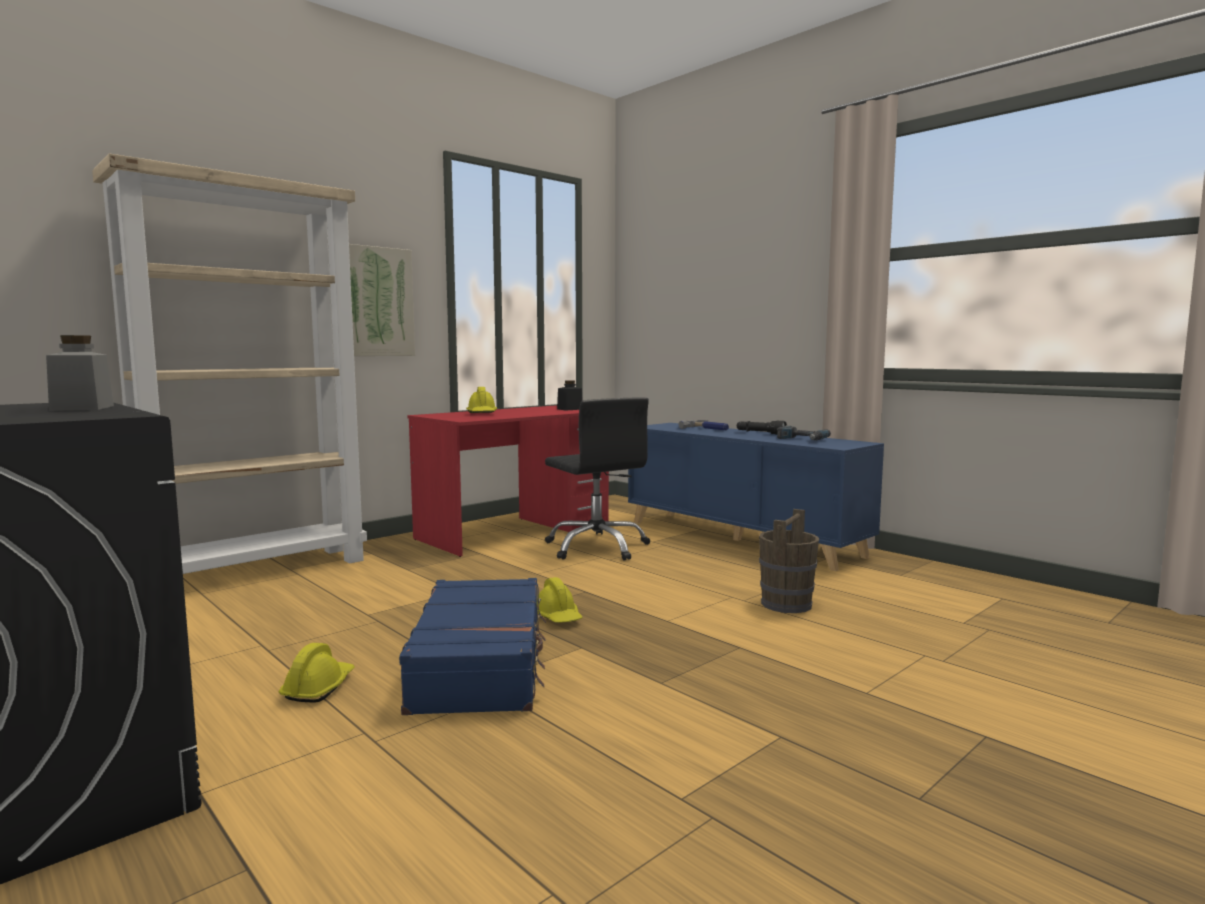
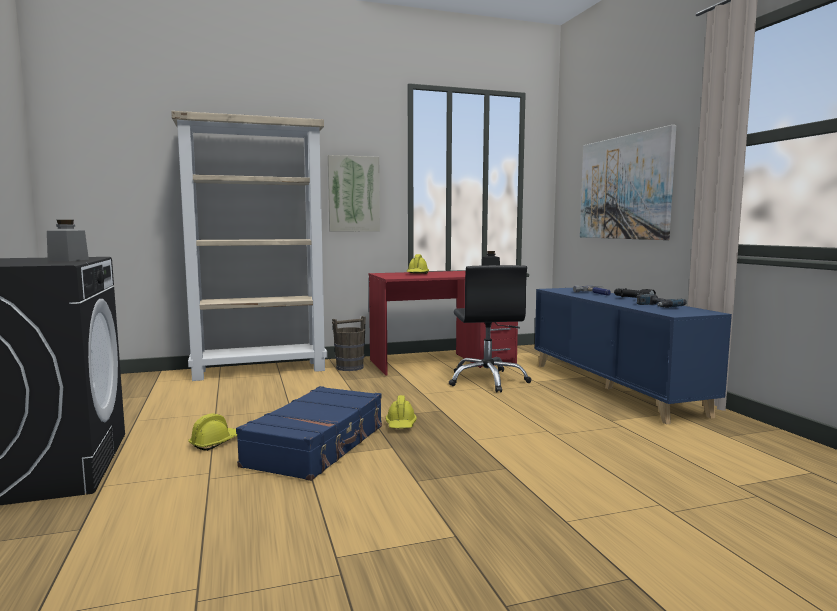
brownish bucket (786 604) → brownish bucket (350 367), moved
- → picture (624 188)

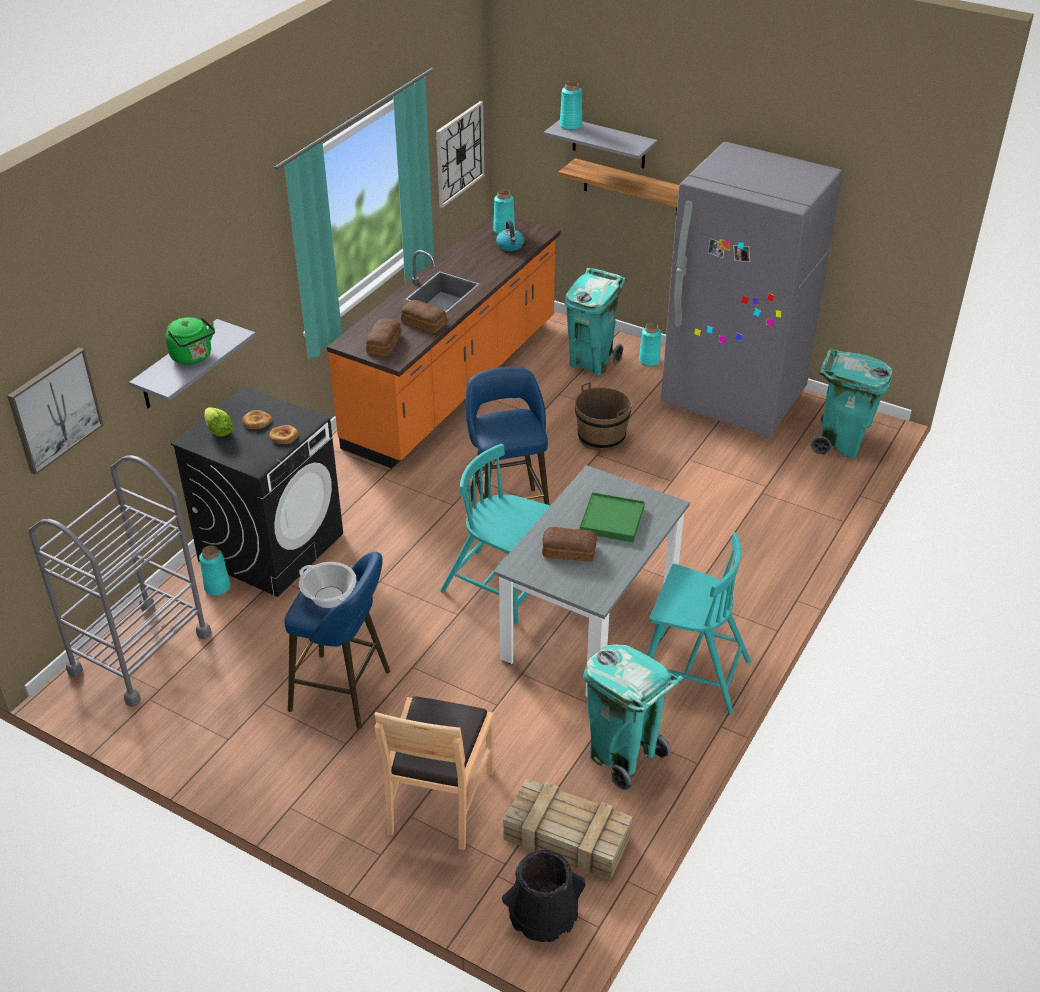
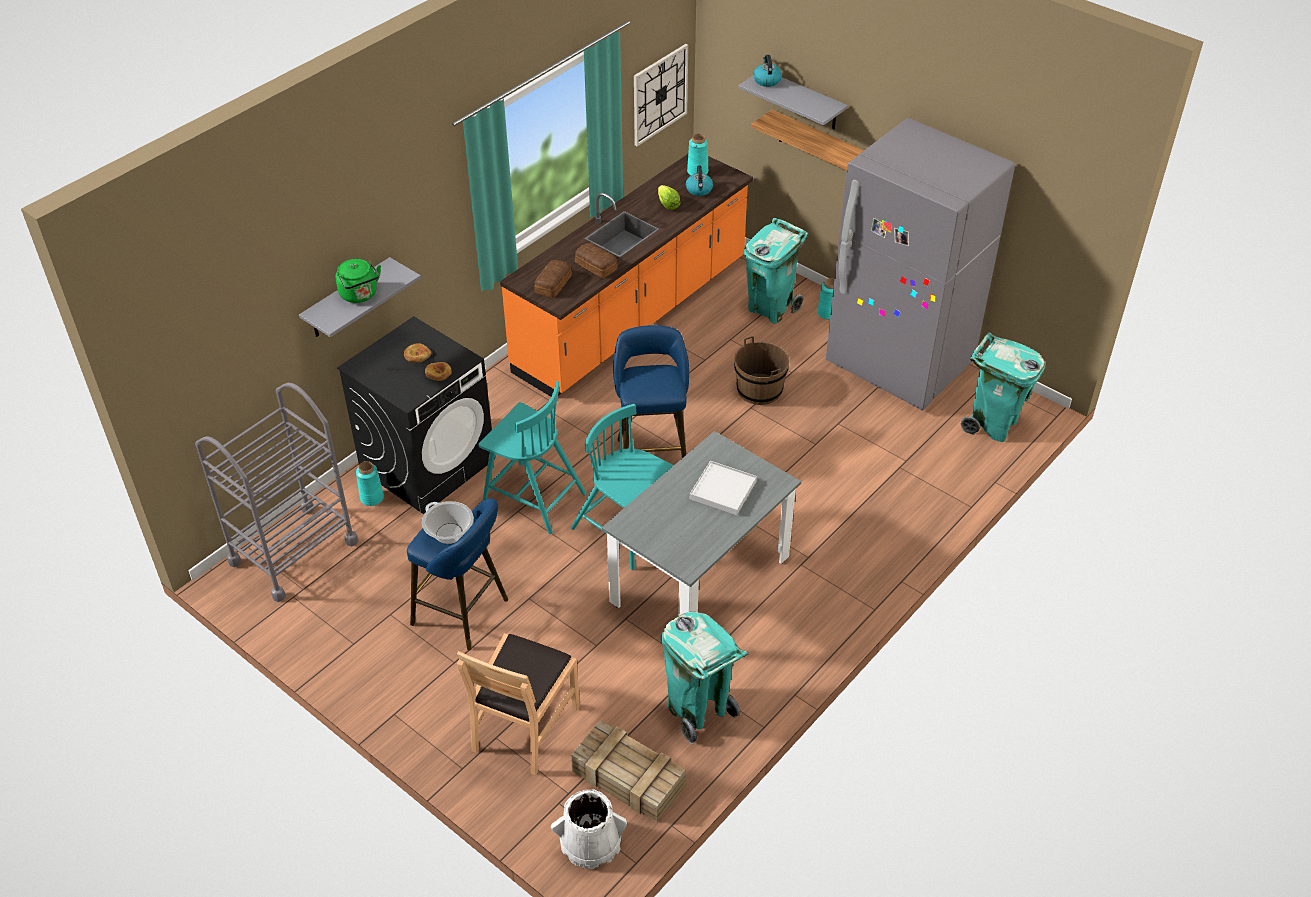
blue-green plain chair (692 673) → blue-green plain chair (532 497), moved
black bucket (542 912) → whitish bucket (590 842)
head of lettuce (218 430) → head of lettuce (667 205), moved
green-coloured tray (612 520) → whitish tray (723 490)
blue-green flower vase (570 125) → water kettle (767 80)
picture (54 409) → -
baked bread (568 550) → -

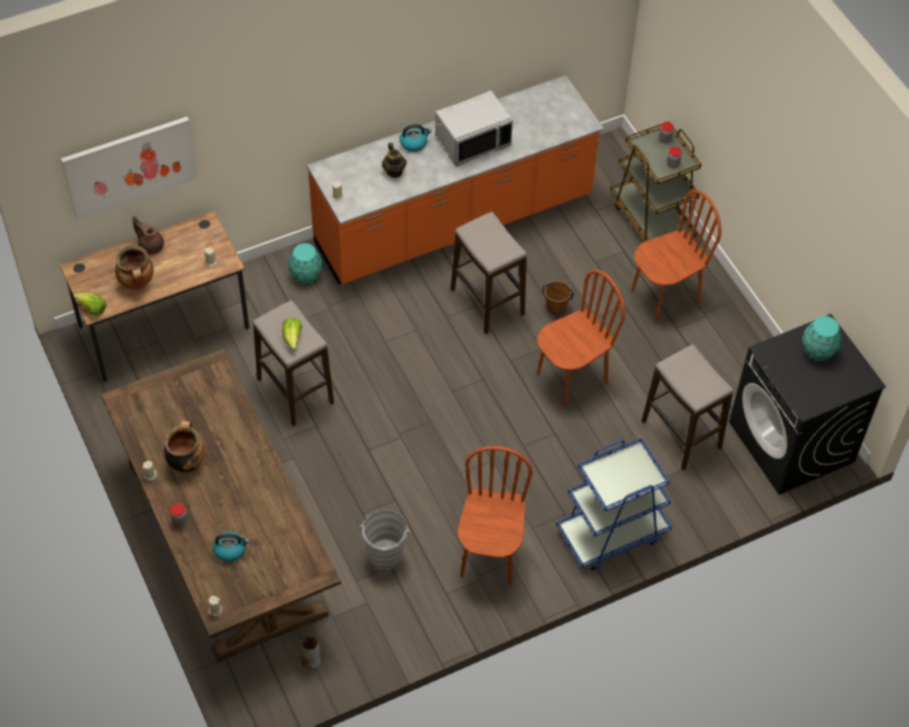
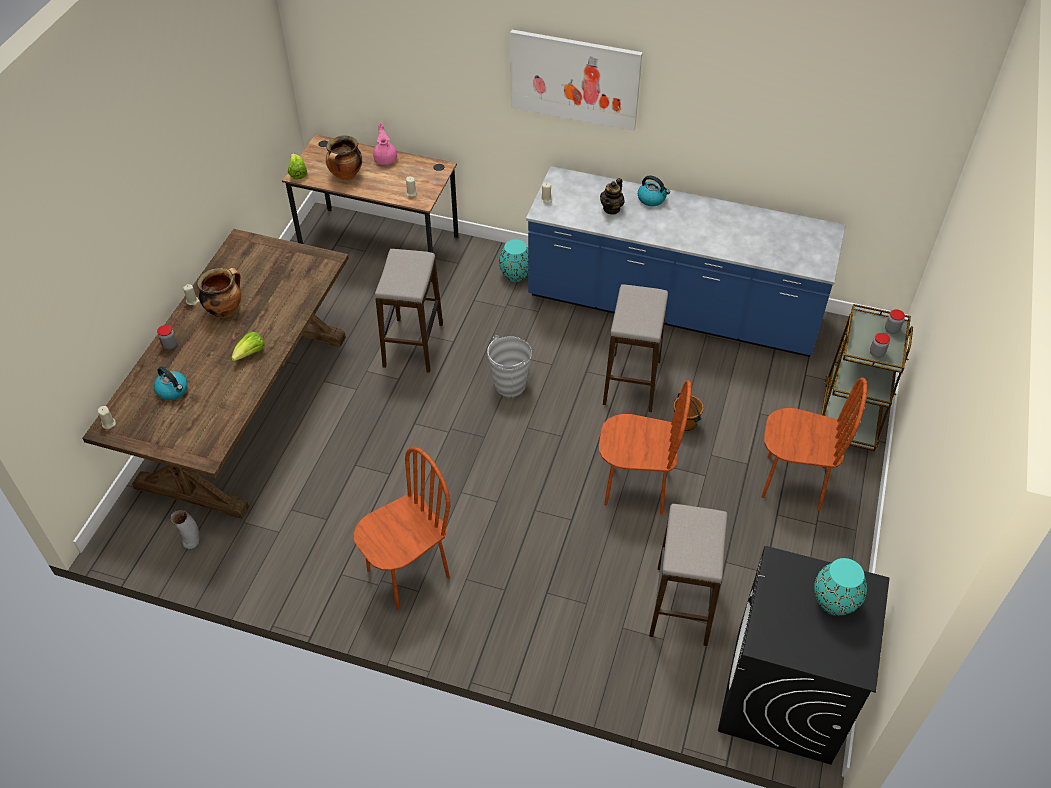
head of lettuce (292 338) → head of lettuce (250 354), moved
brownish teapot (150 245) → pink teapot (386 158)
gray bucket (385 555) → gray bucket (509 384), moved
picture (130 166) → picture (574 79), moved
orange-coloured kitchen base unit (454 222) → blue-coloured kitchen base unit (672 309)
gray microwave oven (472 141) → -
blue-coloured wheeled cart (612 533) → -

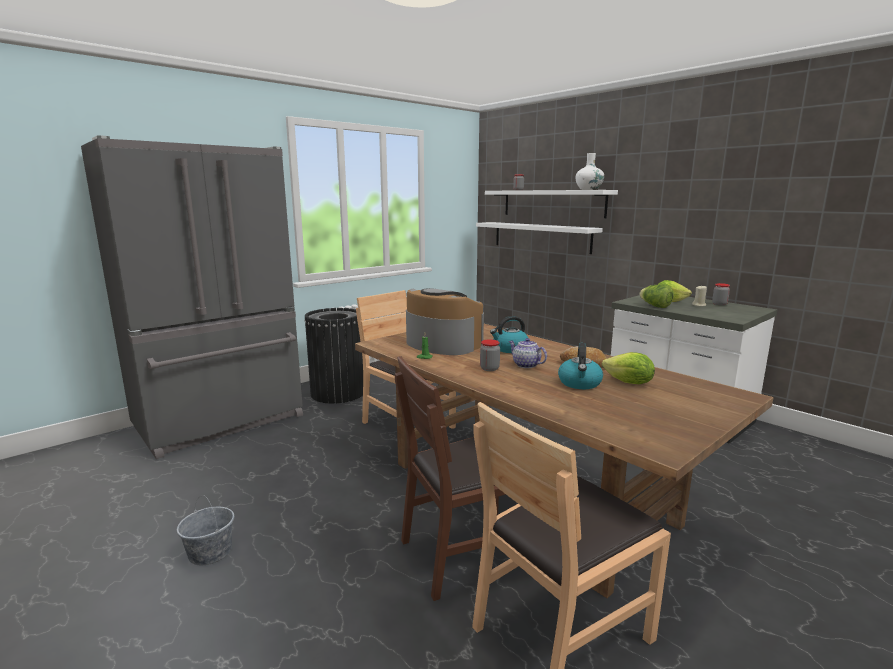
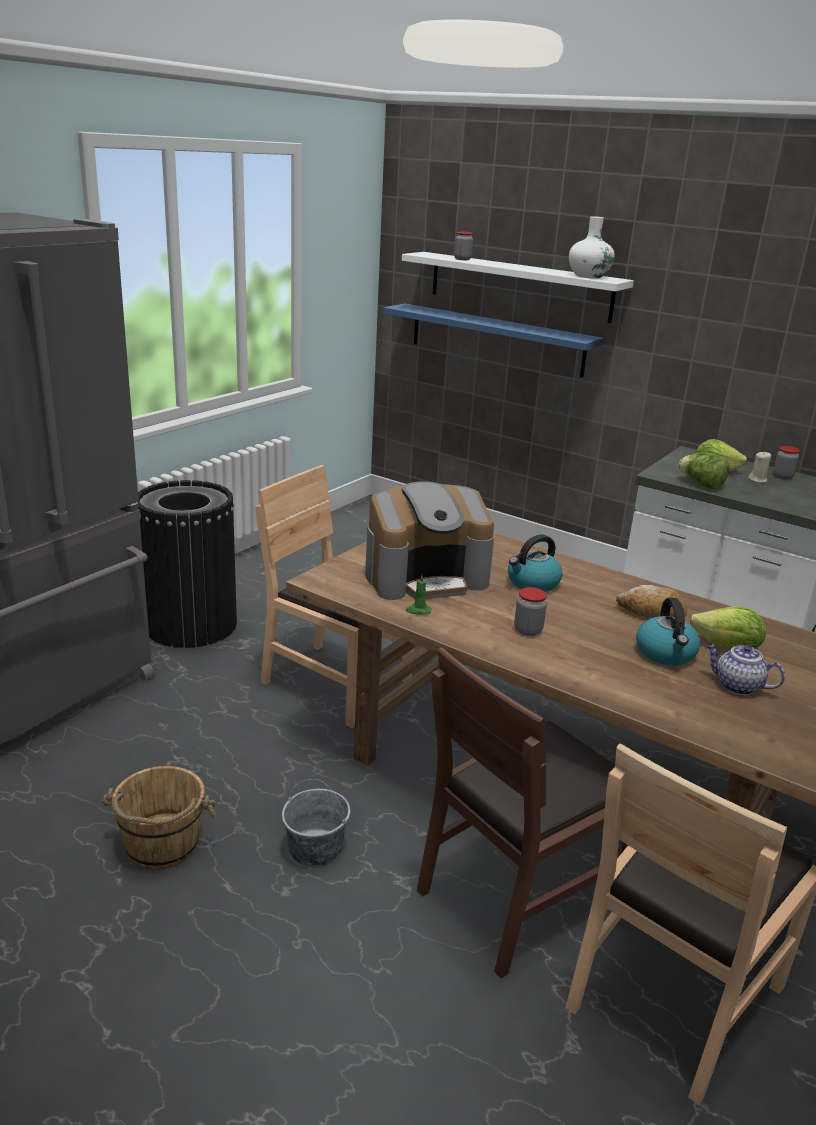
- → brownish bucket (161 845)
gray bucket (210 552) → gray bucket (315 848), moved
coffee maker (442 344) → coffee maker (426 577), 135 degrees clockwise
whitish shelf (541 237) → blue-coloured shelf (496 339)
teapot (525 365) → teapot (737 686), moved

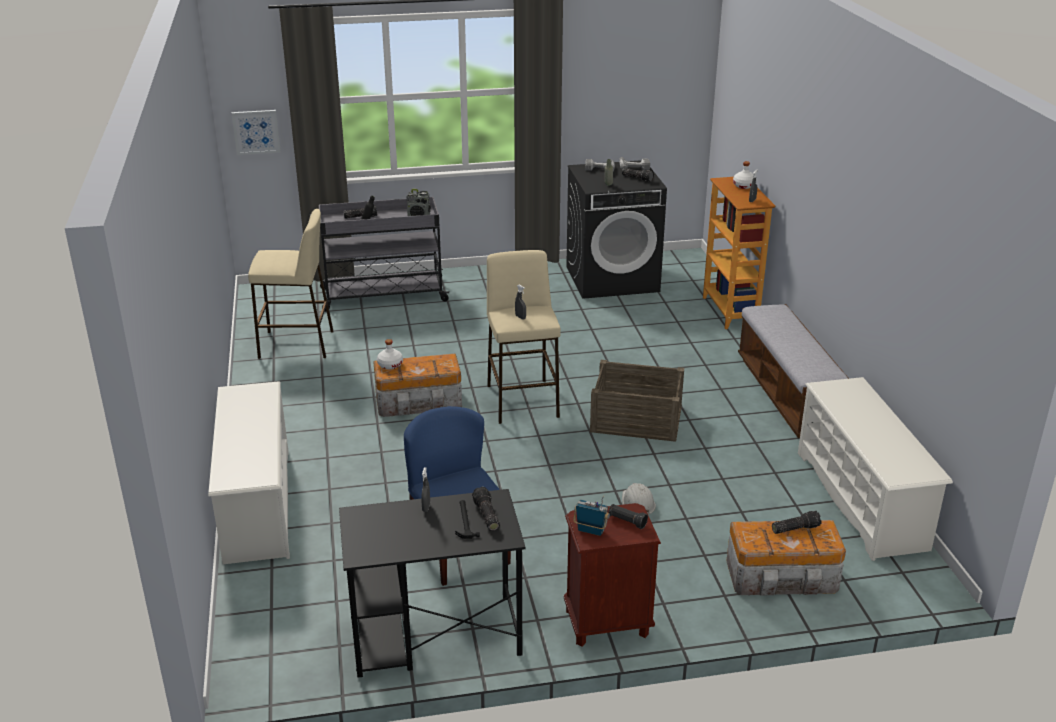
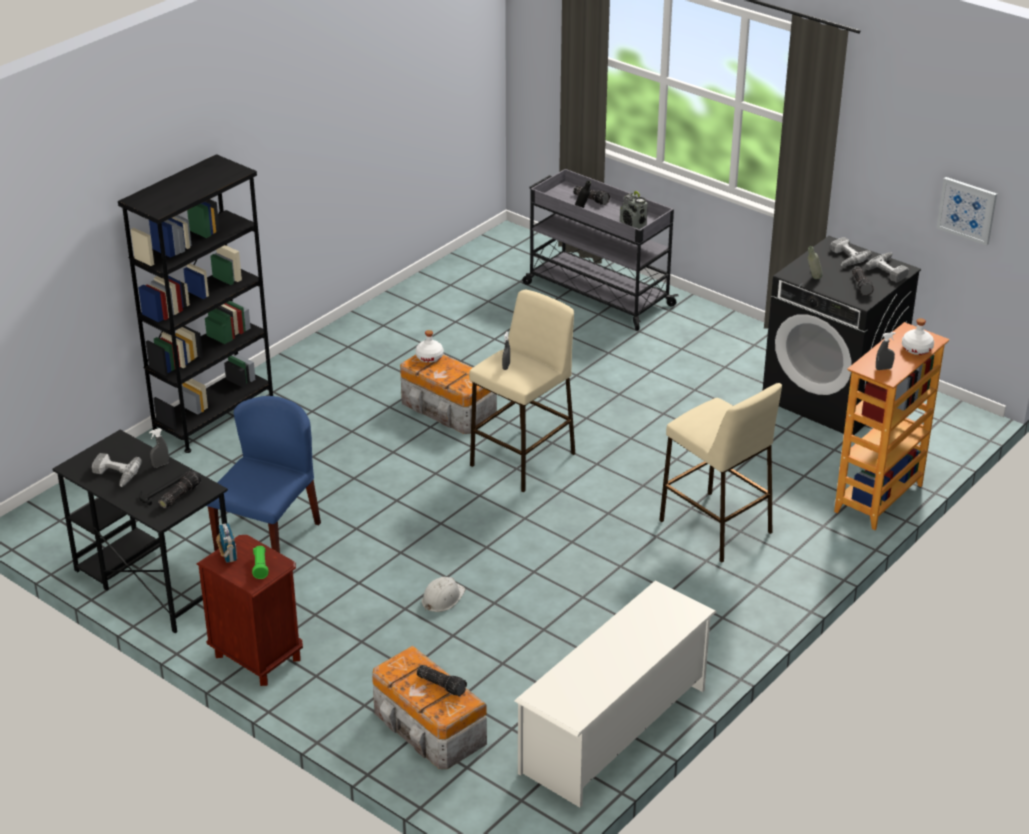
- → drill (114 475)
whitish shoe shelf (257 504) → black bookshelf (214 416)
black hand torch (627 521) → green-coloured hand torch (260 567)
beige-coloured stool seat (297 344) → beige-coloured stool seat (716 527), moved
picture (256 132) → picture (967 210), moved
shipping crate (636 419) → -
long seat (787 395) → -

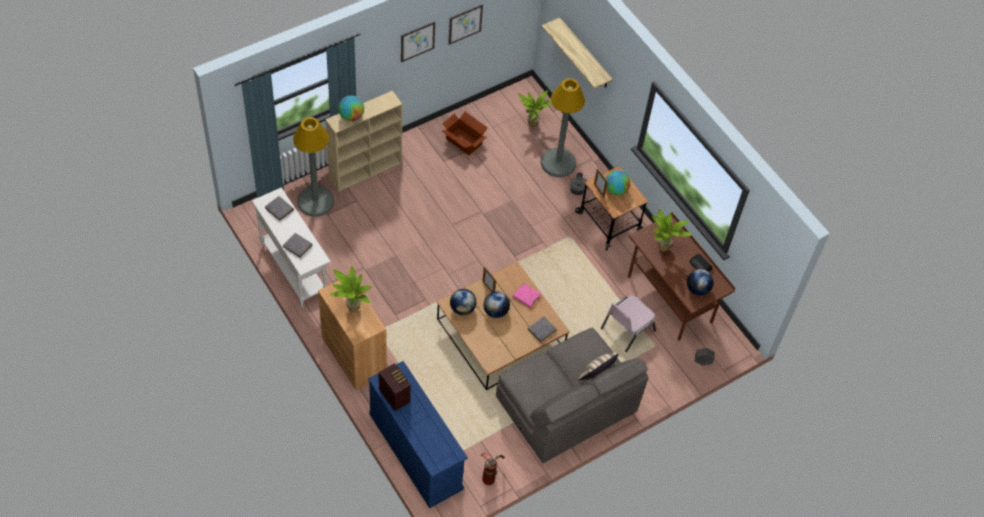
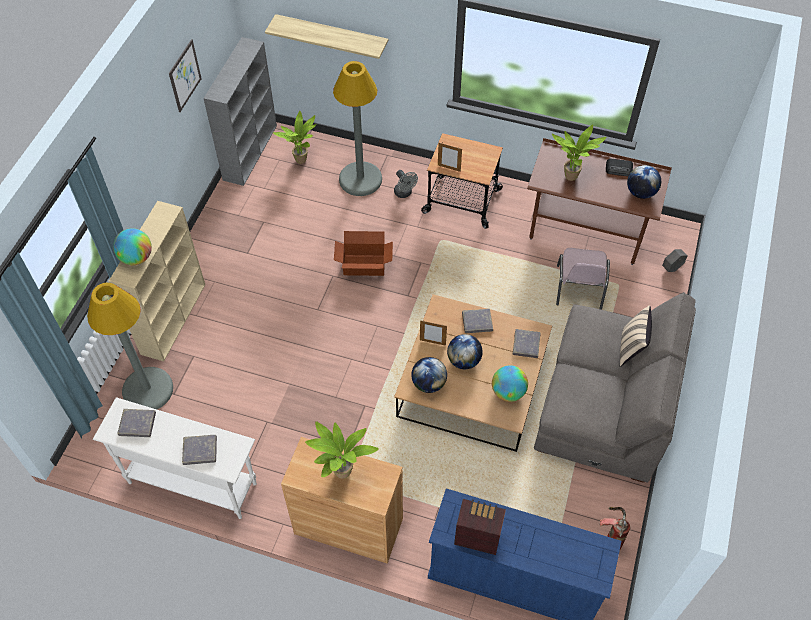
- → gray bookshelf (250 151)
carton (463 141) → carton (363 265), moved
pink volume (526 296) → gray volume (477 322)
globe (615 190) → globe (508 392), moved
picture (417 41) → -

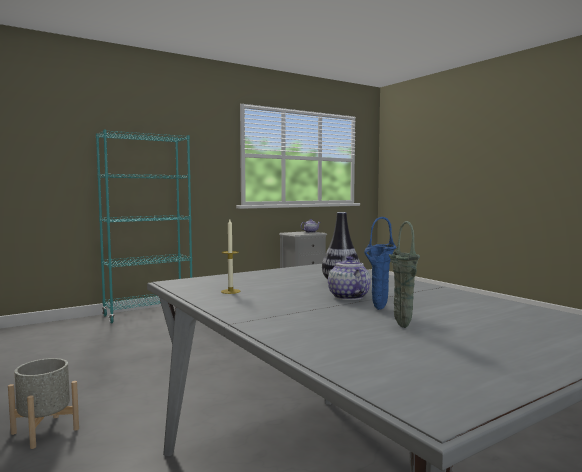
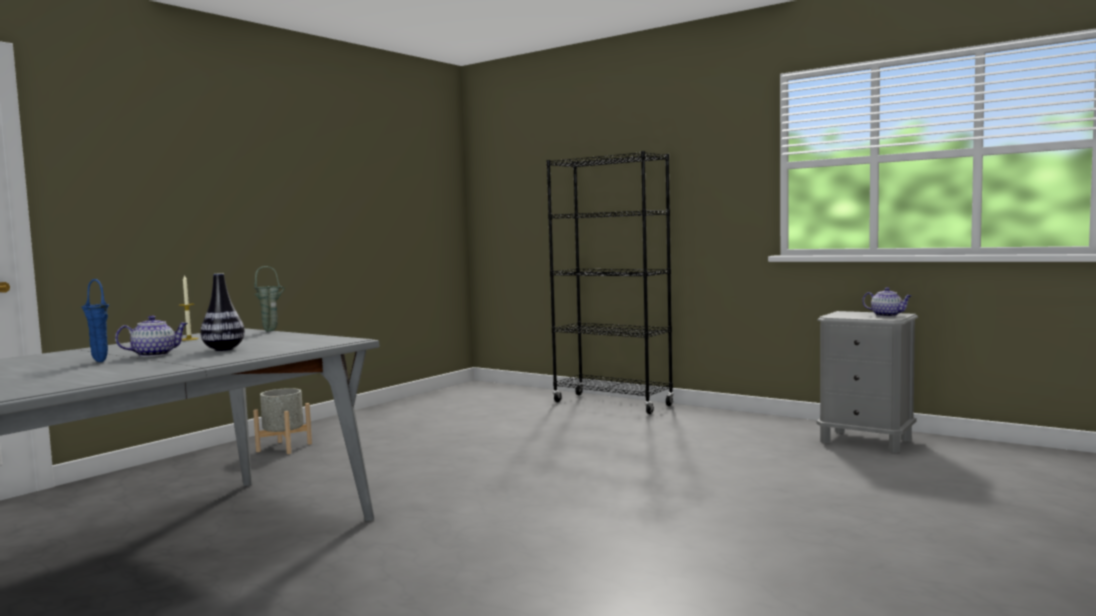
green-coloured flower vase (400 325) → green-coloured flower vase (272 331), moved
blue-green bookshelf (149 313) → black bookshelf (612 404)

